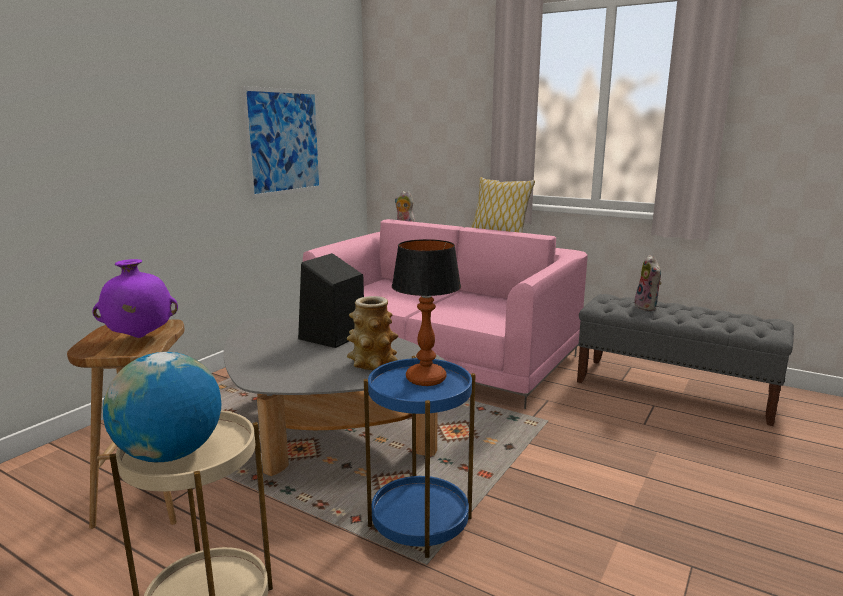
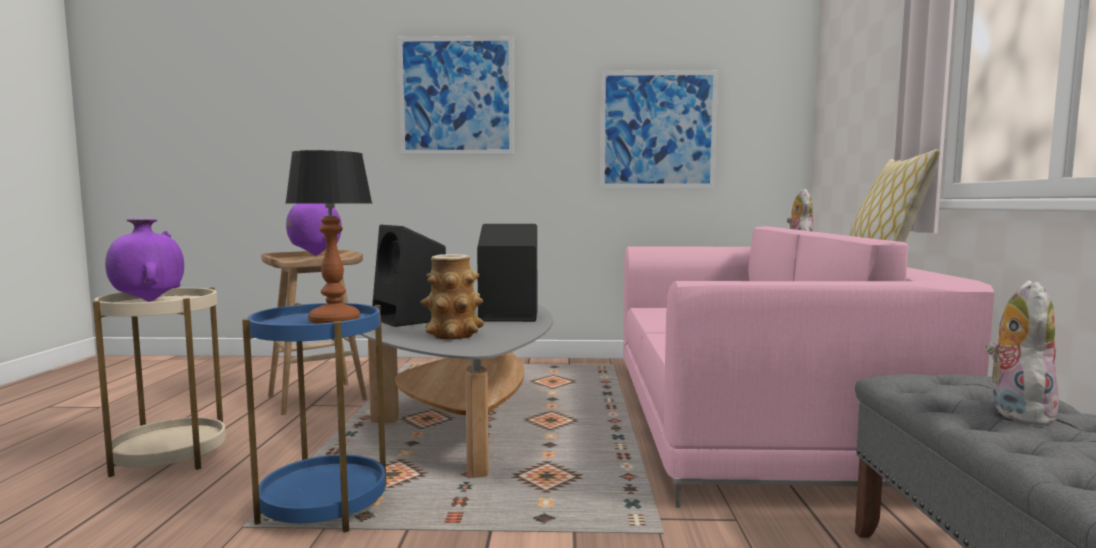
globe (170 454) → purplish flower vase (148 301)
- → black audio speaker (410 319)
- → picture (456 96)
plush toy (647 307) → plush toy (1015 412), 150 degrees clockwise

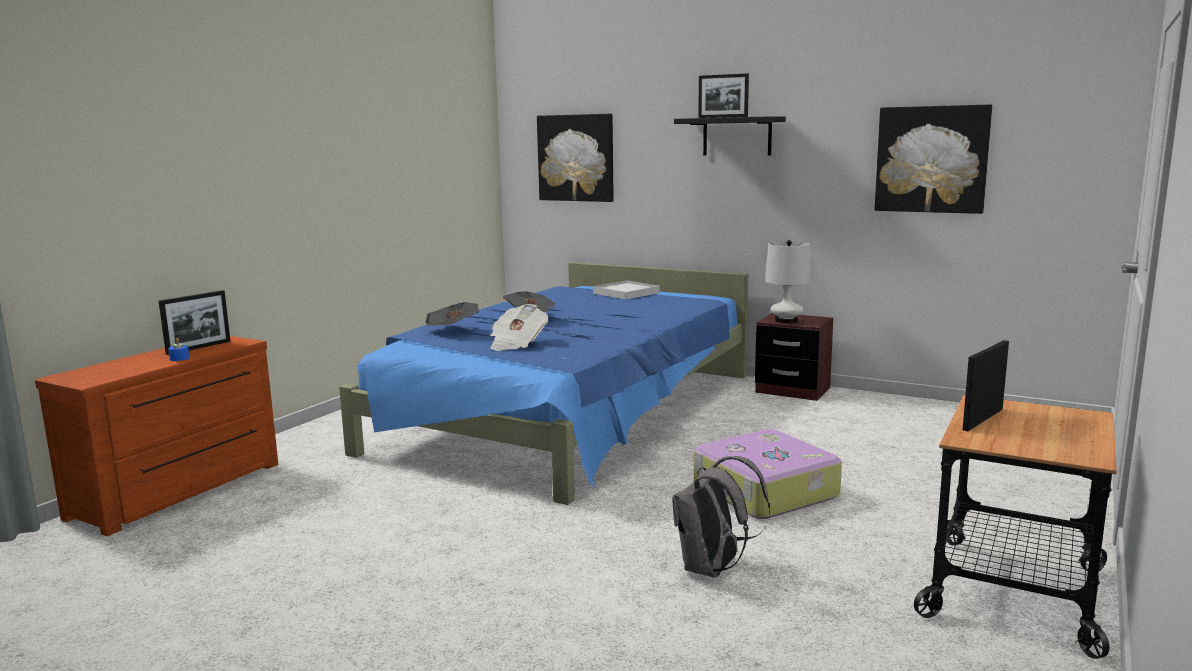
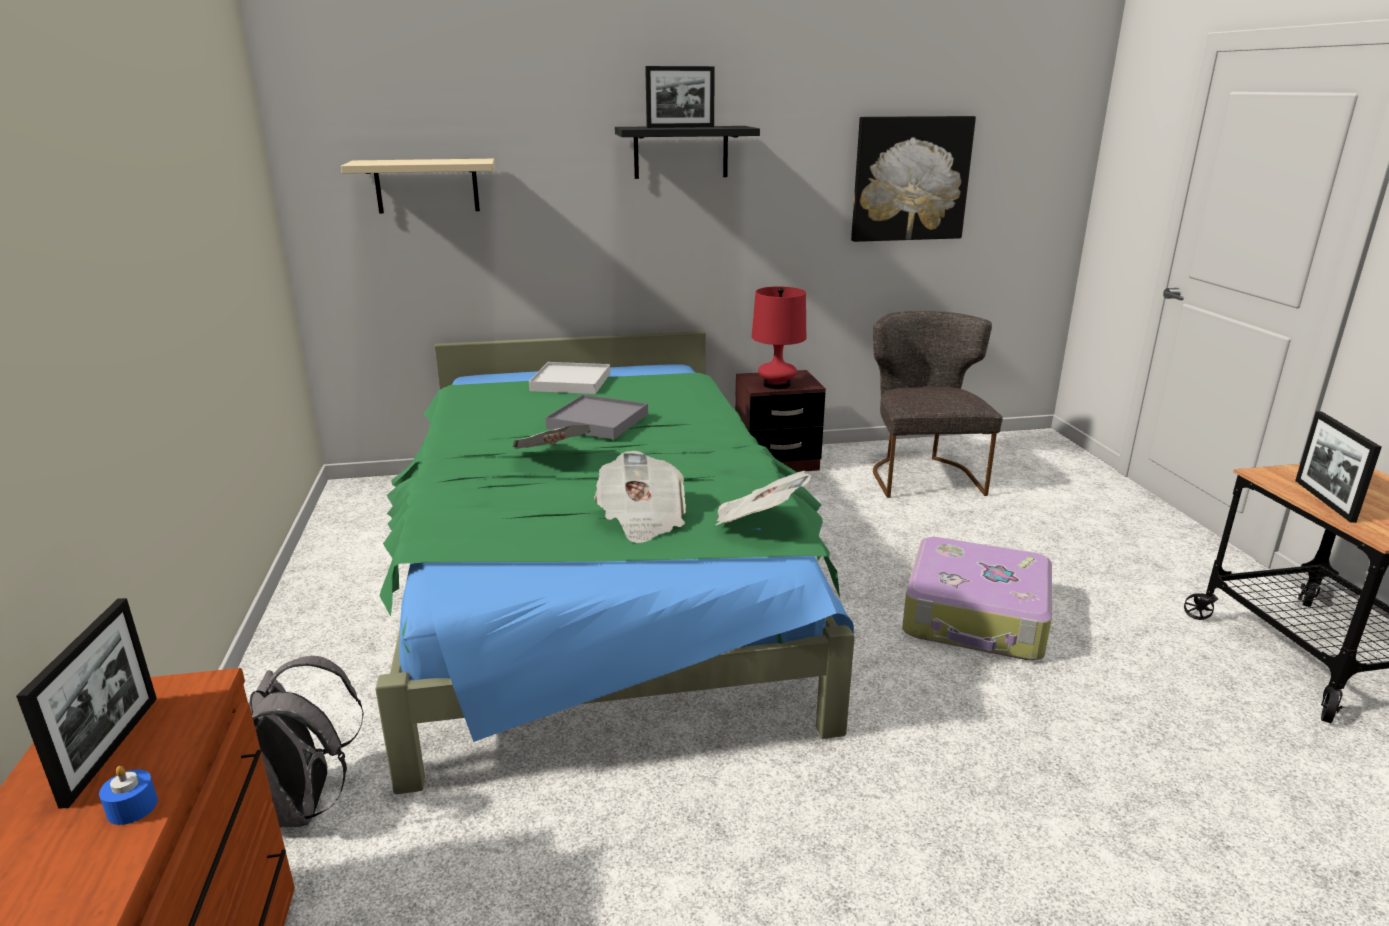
gray backpack (713 569) → gray backpack (301 807), moved
picture (576 158) → beige-coloured shelf (427 186)
blue-coloured sleeping bed (569 413) → green-coloured sleeping bed (599 575)
- → gray tray (598 421)
newspaper (452 330) → newspaper (758 521), moved
whitish lamp for a table (786 321) → red lamp for a table (777 385)
- → gray plain chair (922 474)

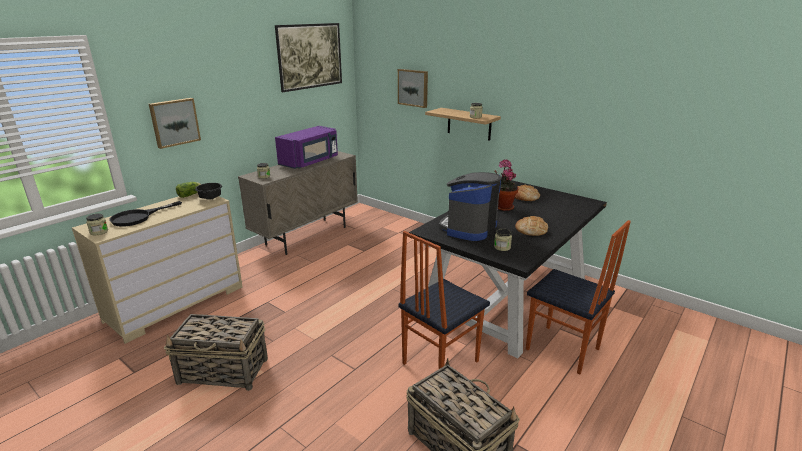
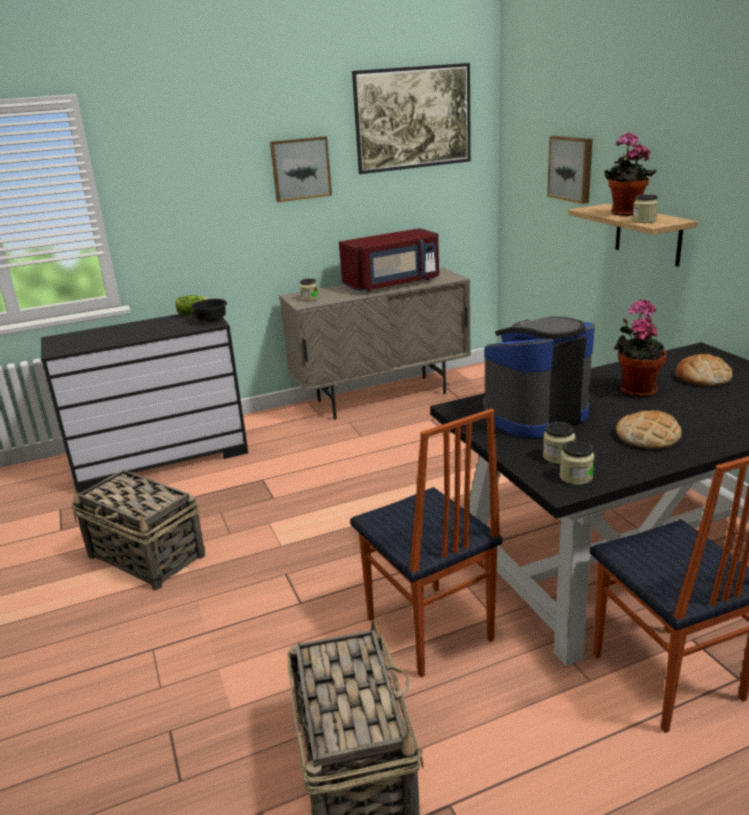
beige-coloured dresser (176 303) → black dresser (161 457)
picture (174 122) → picture (300 168), moved
purplish microwave oven (310 162) → red microwave oven (393 283)
plain chair (439 362) → plain chair (428 630), 105 degrees counterclockwise
storage jar (99 232) → storage jar (576 477), moved
- → potted plant (624 214)
black skillet (138 217) → -

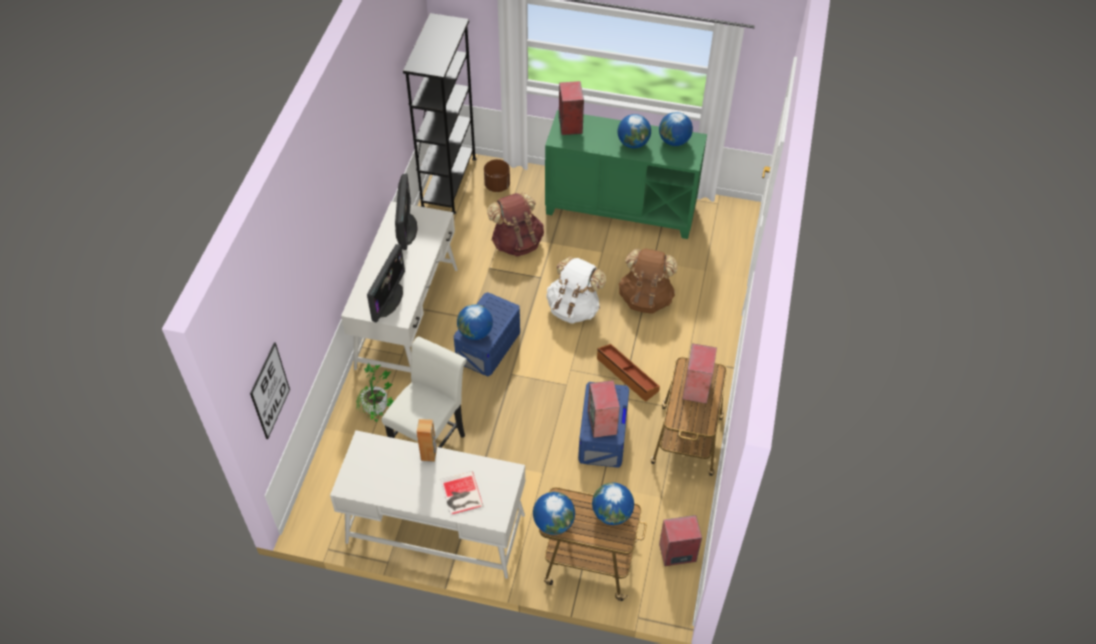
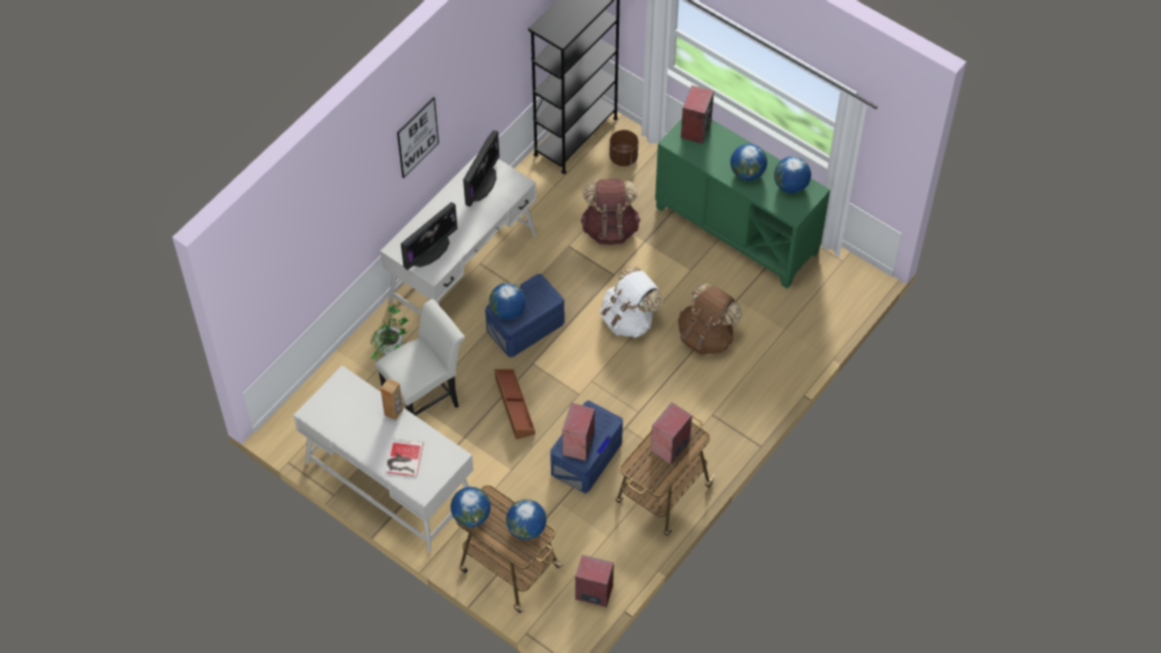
picture (270 391) → picture (417 137), moved
brownish storage bin (626 375) → brownish storage bin (514 406), moved

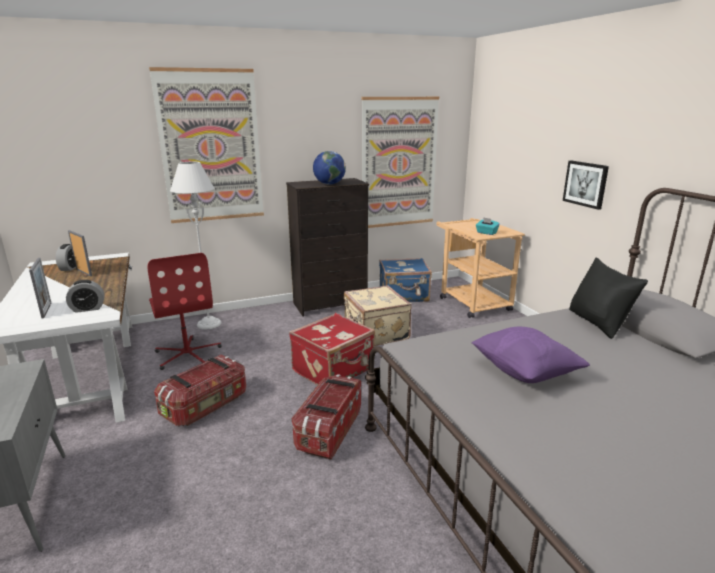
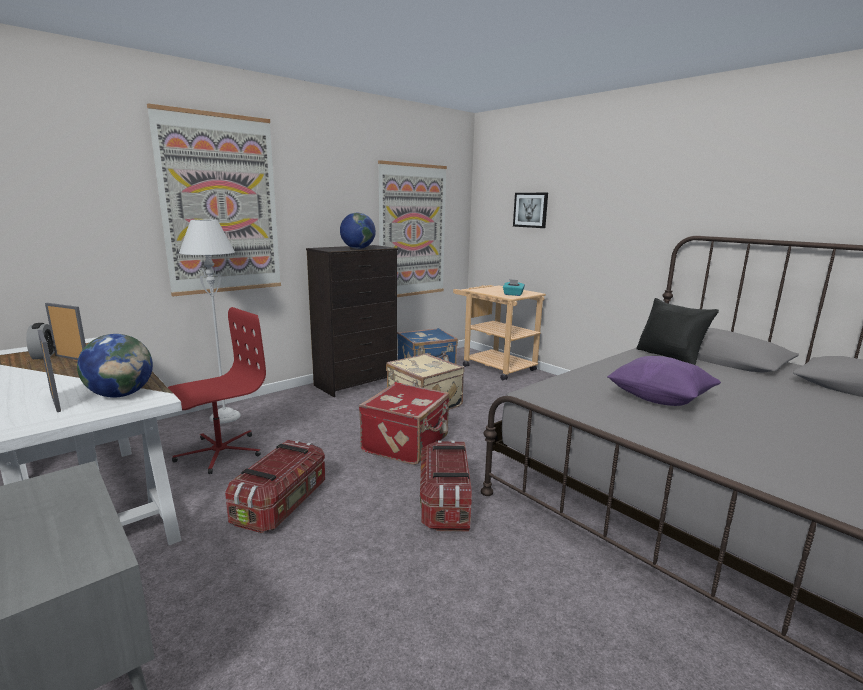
bedside clock (88 309) → globe (121 395)
red computer chair (188 354) → red computer chair (219 452), 90 degrees counterclockwise
picture (585 184) → picture (530 210), moved

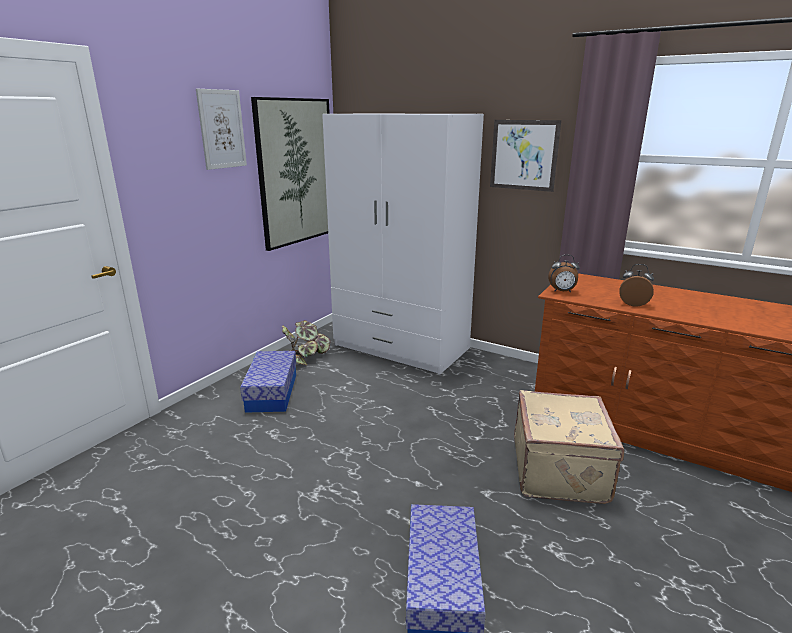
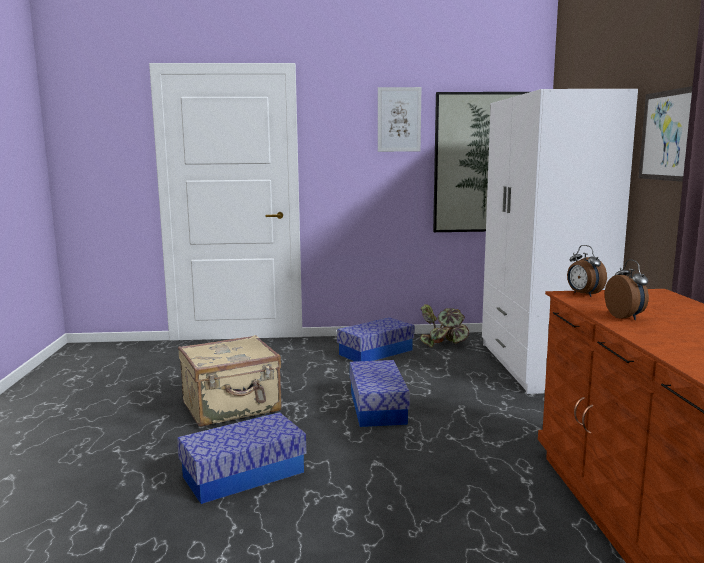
beige-coloured piece of luggage (561 470) → beige-coloured piece of luggage (232 407), moved
- → storage bin (377 407)

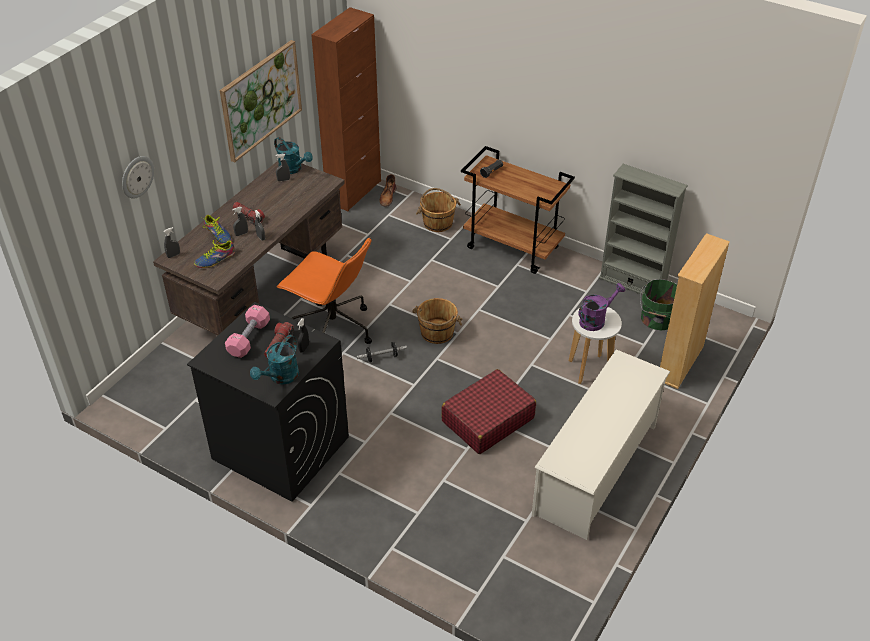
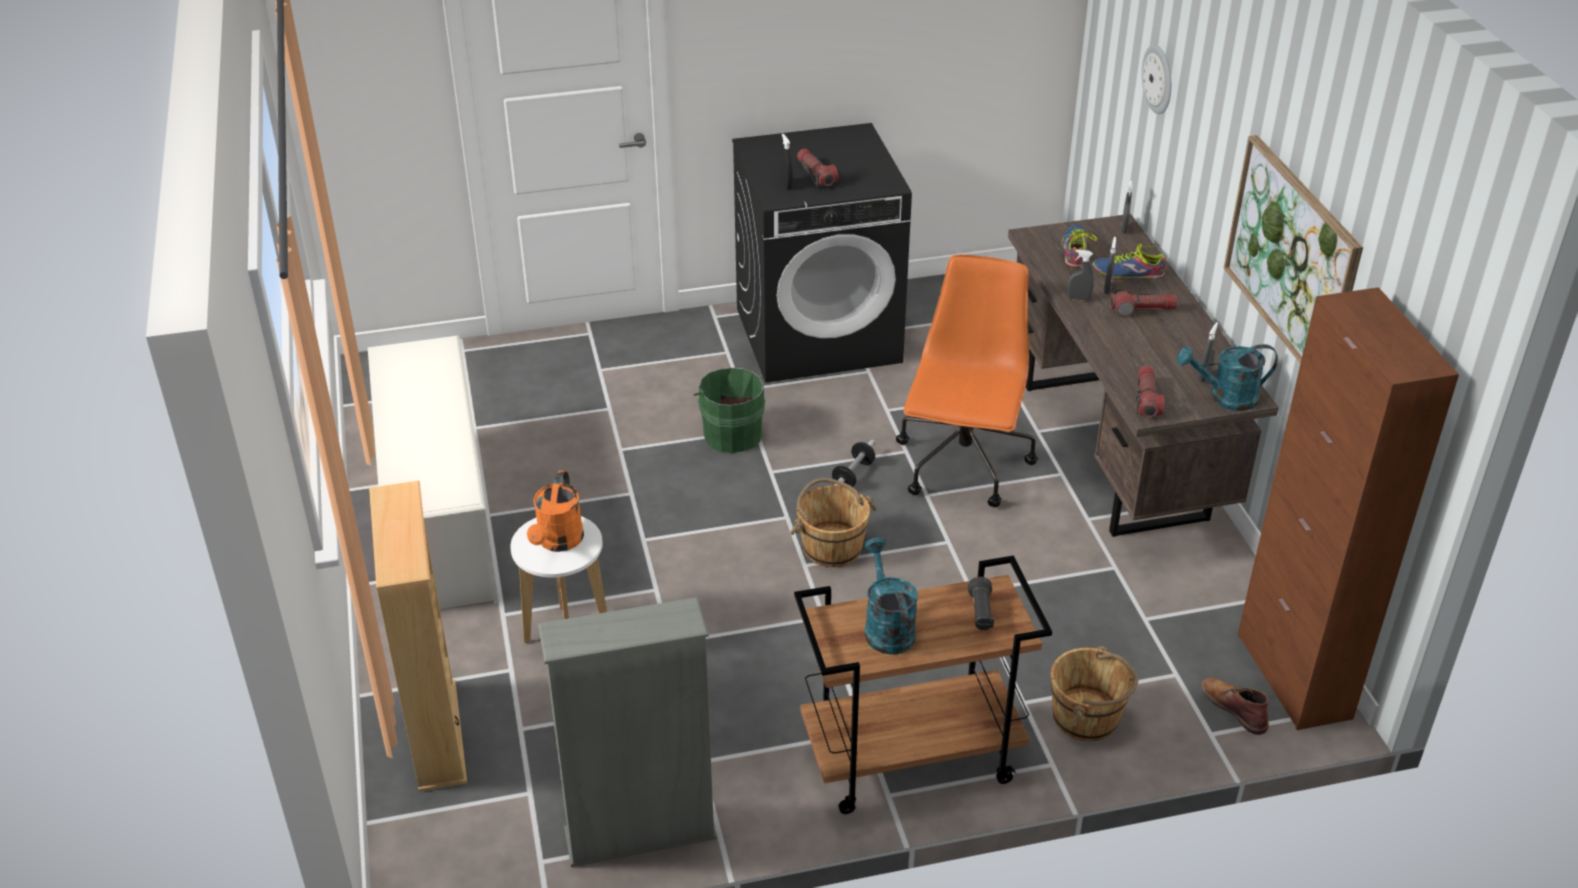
purplish watering pot (596 320) → orange-coloured watering pot (558 542)
green-coloured bucket (657 319) → green-coloured bucket (731 433), moved
blue-green watering pot (280 377) → blue-green watering pot (886 627), moved
orange-coloured computer chair (332 329) → orange-coloured computer chair (963 466), 120 degrees clockwise
- → hand torch (1146 399)
pink dumbbell (249 338) → -
red piece of luggage (487 420) → -

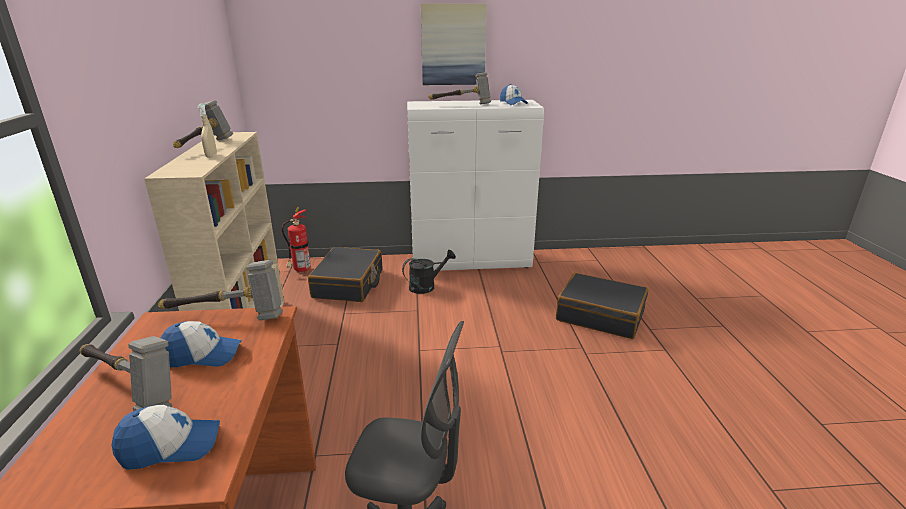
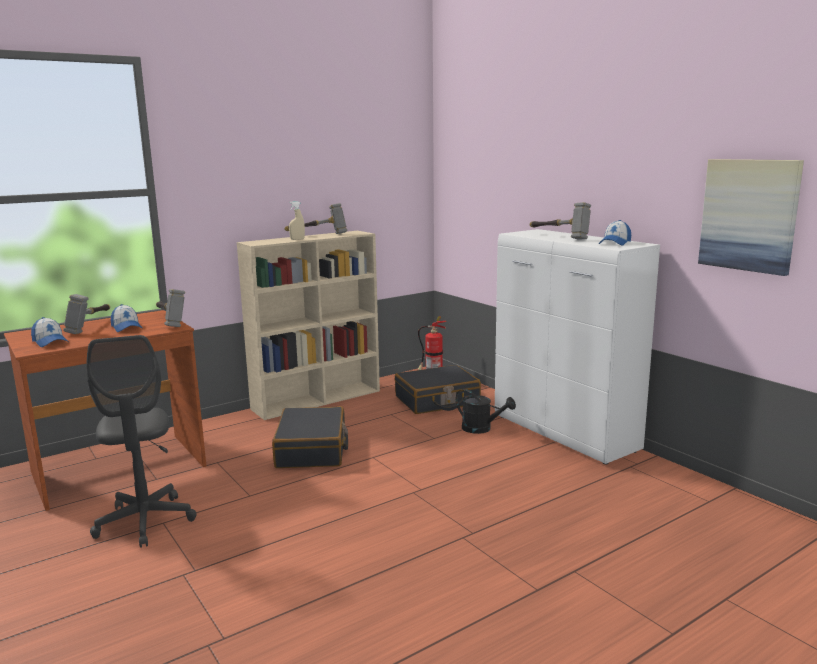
black piece of luggage (600 315) → black piece of luggage (312 450), moved
picture (453 45) → picture (749 215), moved

